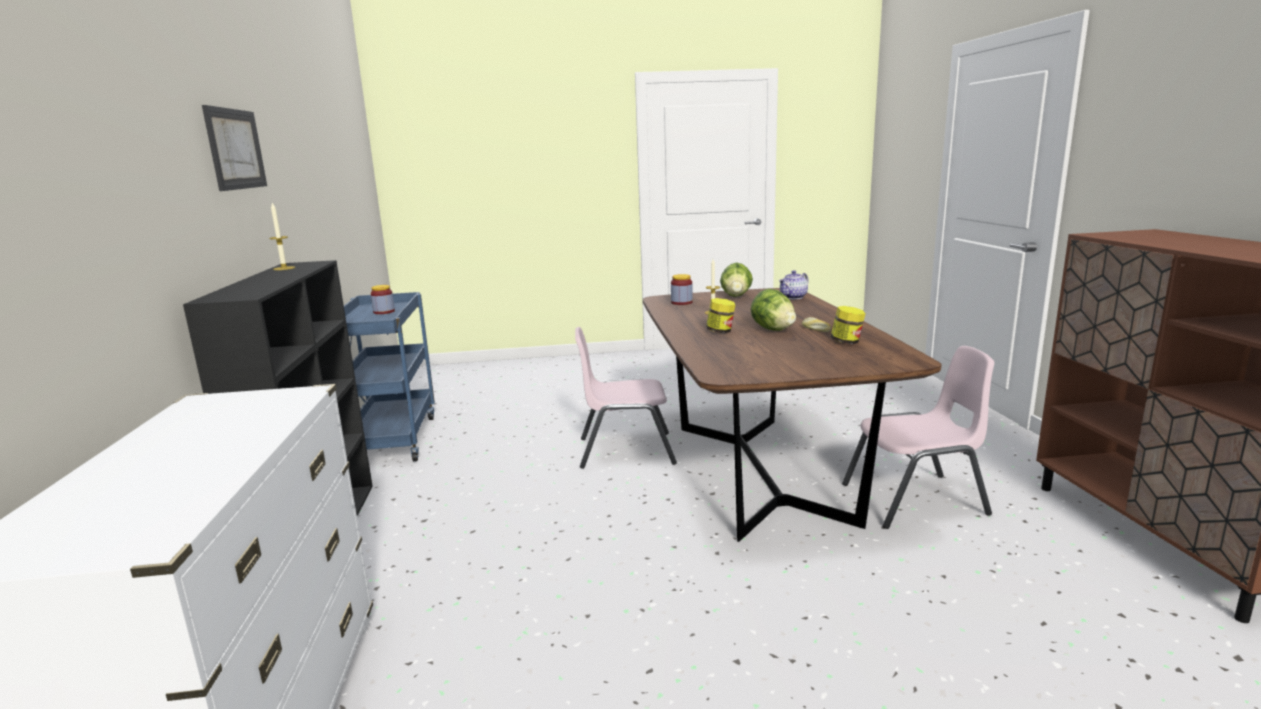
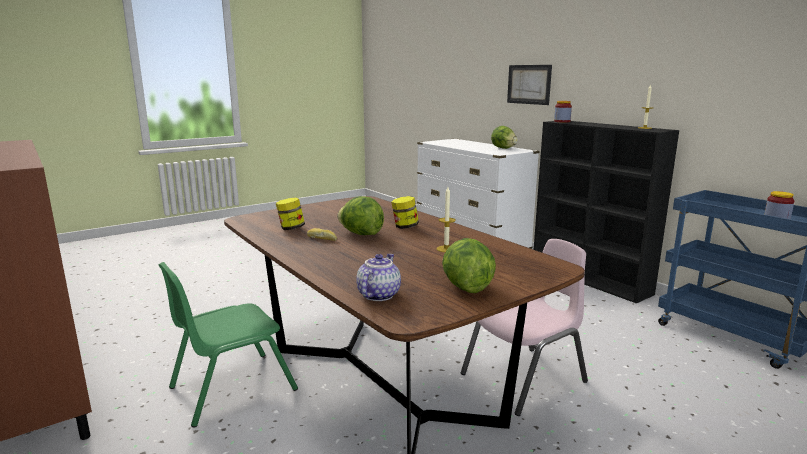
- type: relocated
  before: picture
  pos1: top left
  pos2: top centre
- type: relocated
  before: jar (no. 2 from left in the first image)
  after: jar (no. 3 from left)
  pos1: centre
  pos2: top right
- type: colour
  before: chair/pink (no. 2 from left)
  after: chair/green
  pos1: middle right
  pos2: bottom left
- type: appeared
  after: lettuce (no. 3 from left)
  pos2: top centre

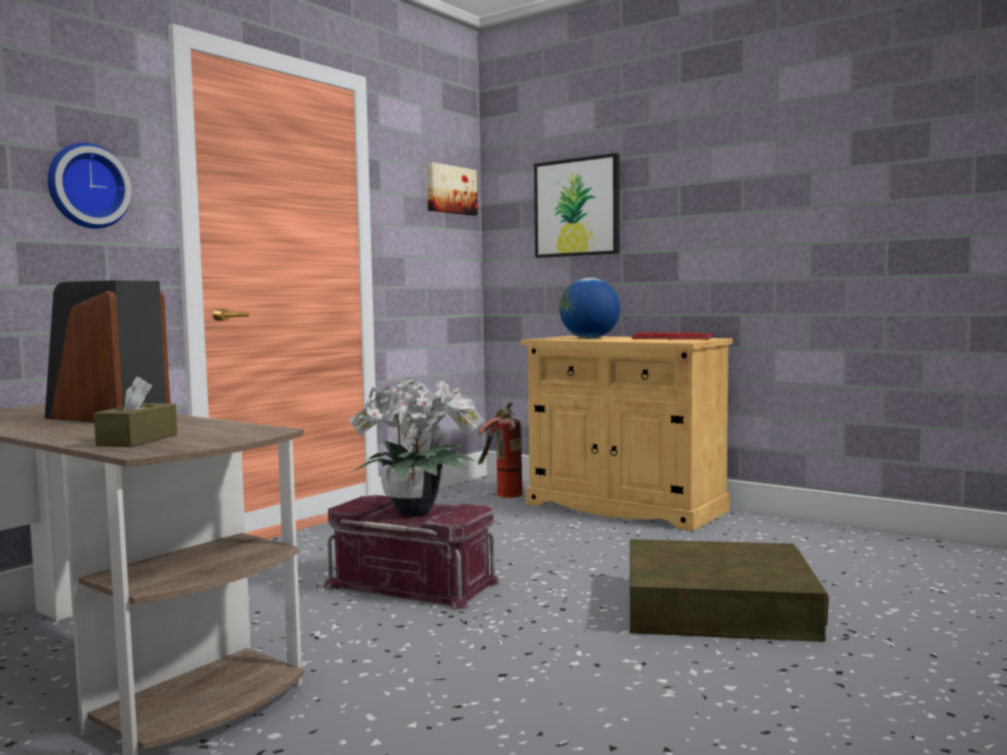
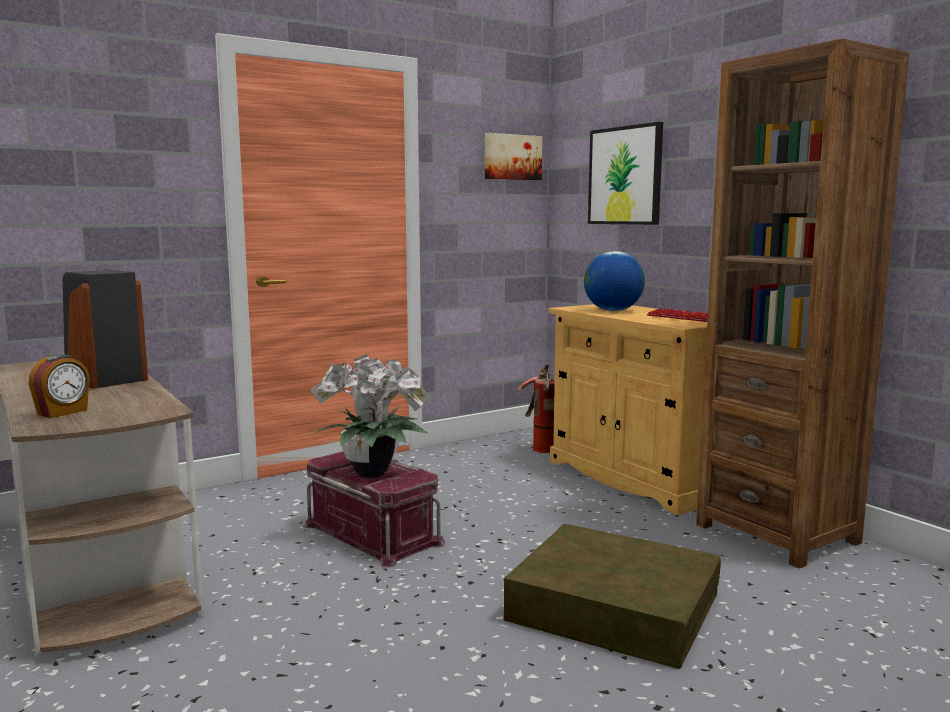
- type: missing
  before: wall clock
  pos1: top left
- type: exchanged
  before: tissue box/brown
  after: alarm clock
  pos1: middle left
  pos2: middle left
- type: appeared
  after: bookcase/brown
  pos2: middle right

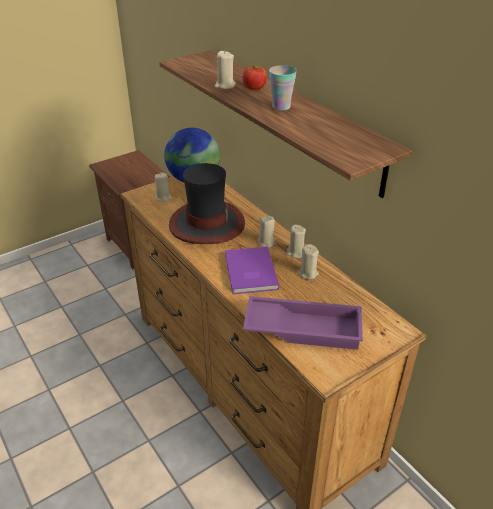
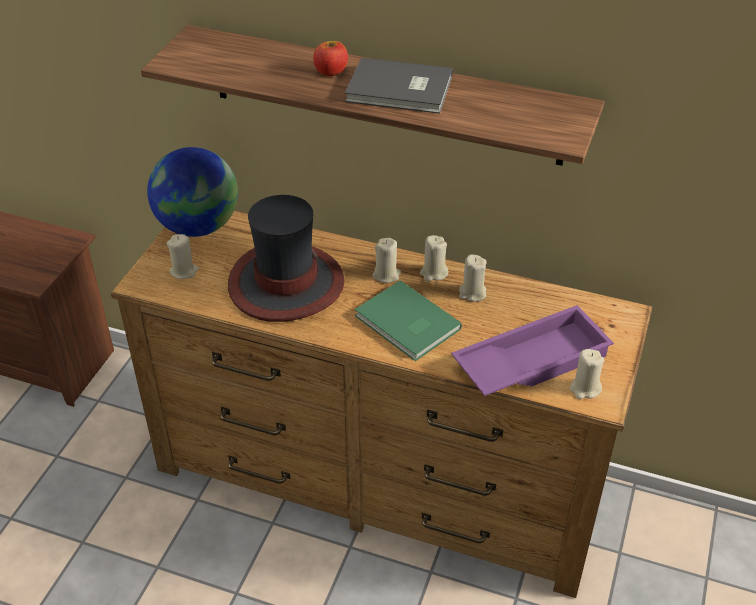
- type: relocated
  before: candle/beige (no. 2 from left in the first image)
  after: candle/beige (no. 5 from left)
  pos1: top centre
  pos2: middle right
- type: exchanged
  before: cup
  after: book/grey
  pos1: top centre
  pos2: top centre
- type: colour
  before: book/purple
  after: book/green
  pos1: centre
  pos2: centre

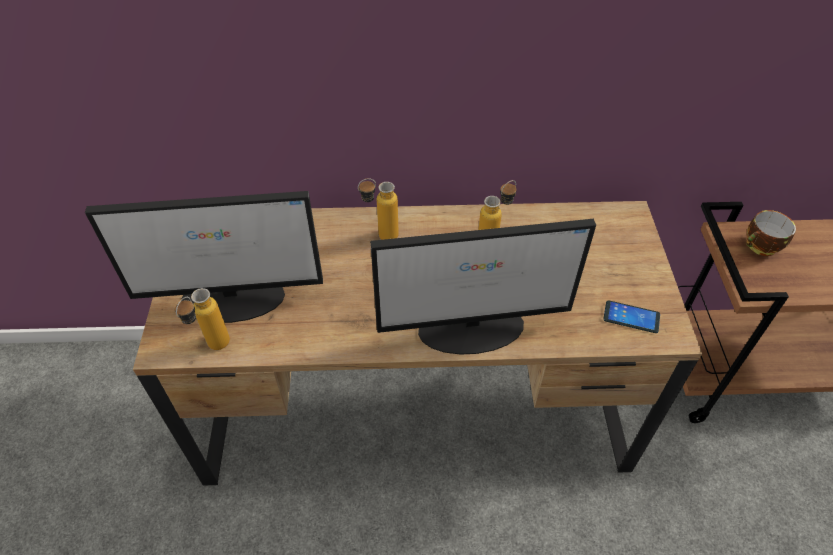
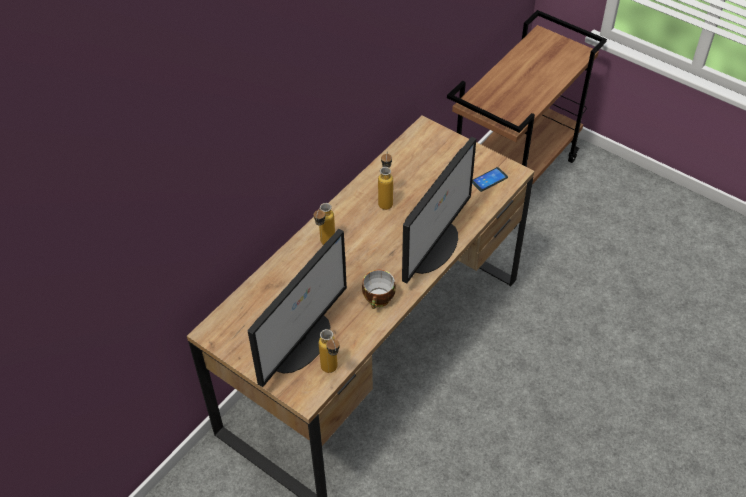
- type: relocated
  before: cup
  pos1: middle right
  pos2: centre

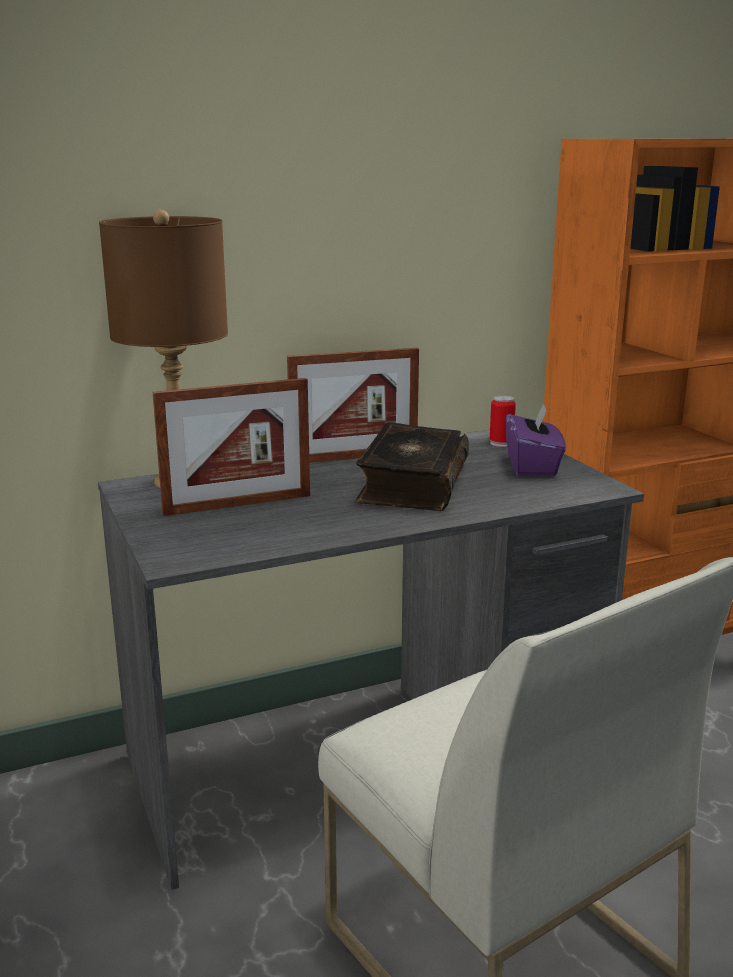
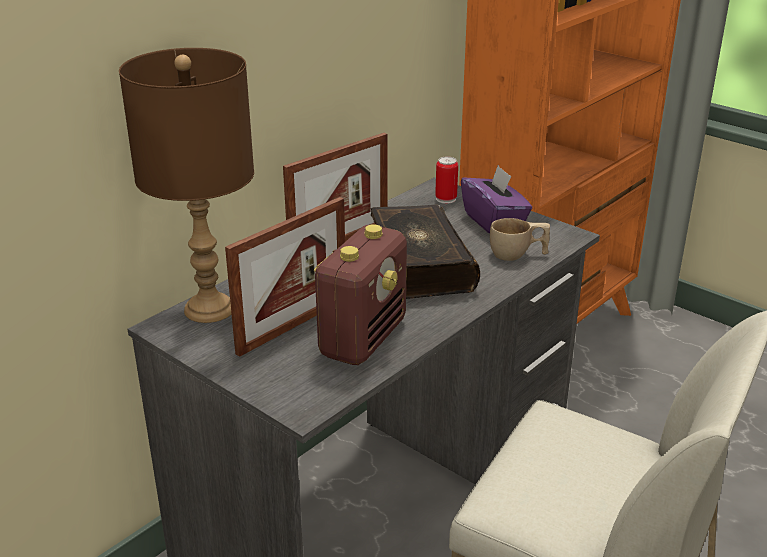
- type: appeared
  after: cup/beige
  pos2: middle right
- type: appeared
  after: radio
  pos2: centre

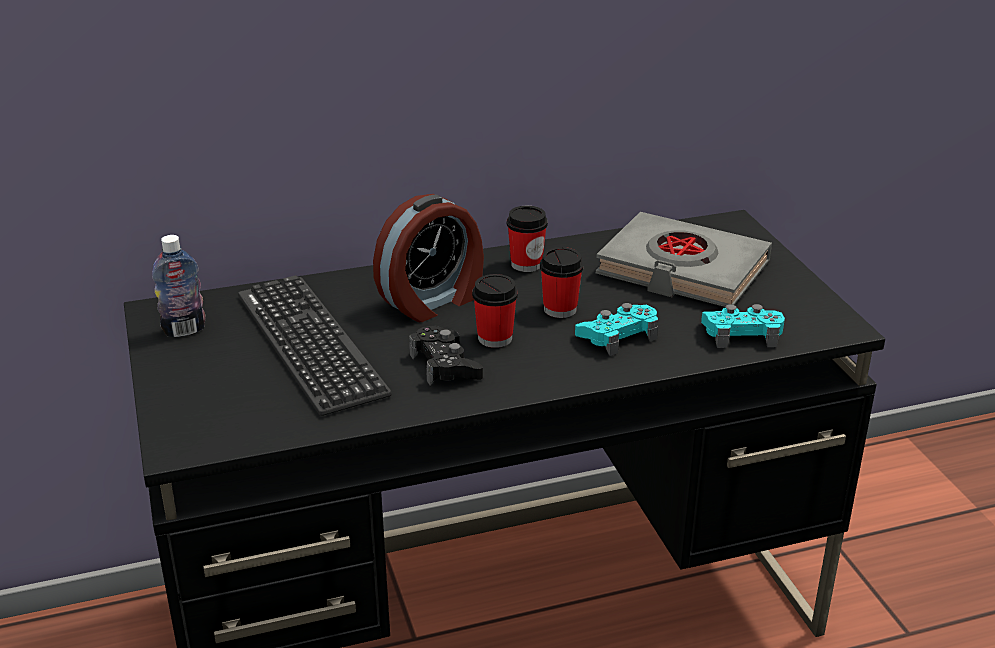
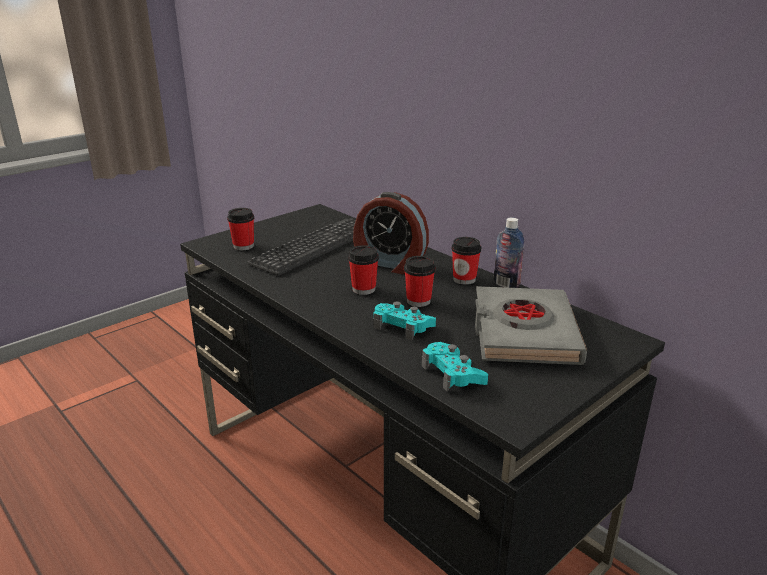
- type: relocated
  before: bottle
  pos1: middle left
  pos2: centre
- type: missing
  before: game controller/black
  pos1: centre
- type: appeared
  after: cup (no. 1 from left)
  pos2: middle left

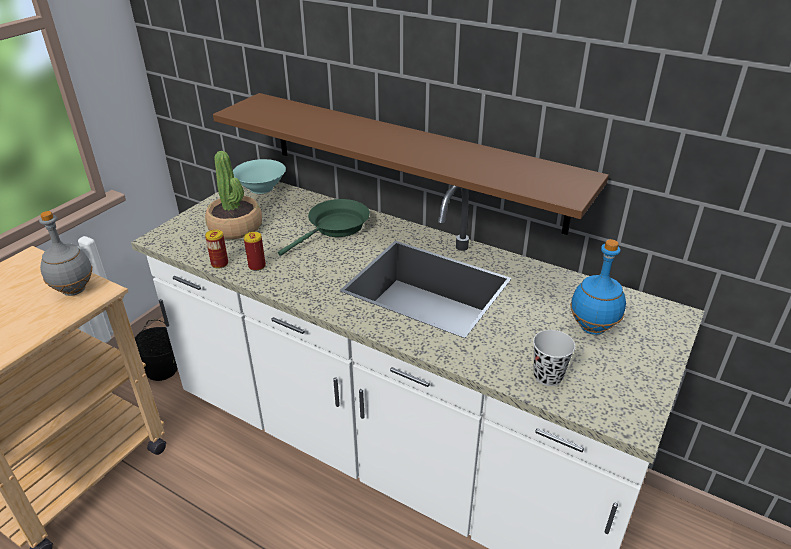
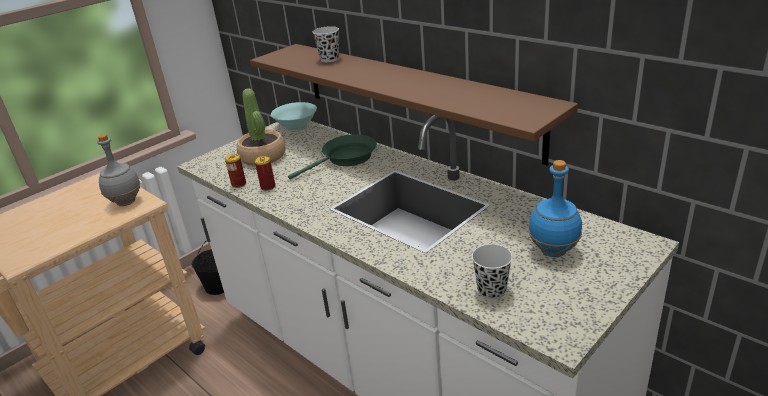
- type: appeared
  after: cup/black (no. 1 from left)
  pos2: top centre

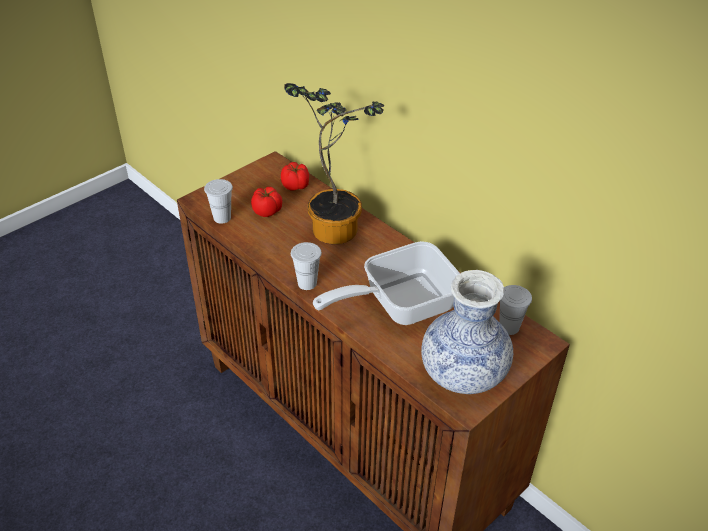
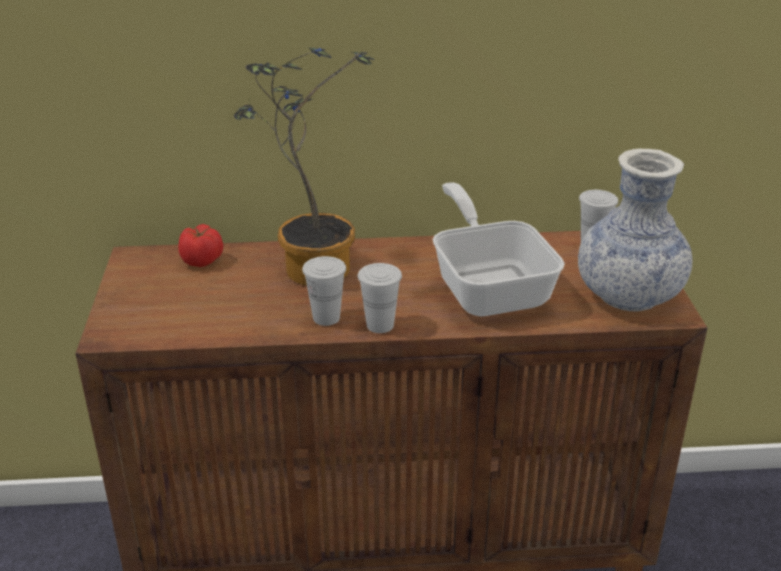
- type: relocated
  before: cup/white (no. 1 from left)
  pos1: middle left
  pos2: centre
- type: missing
  before: tomato (no. 1 from left)
  pos1: centre
- type: spun
  before: frying pan
  pos1: centre
  pos2: centre
  turn: 150

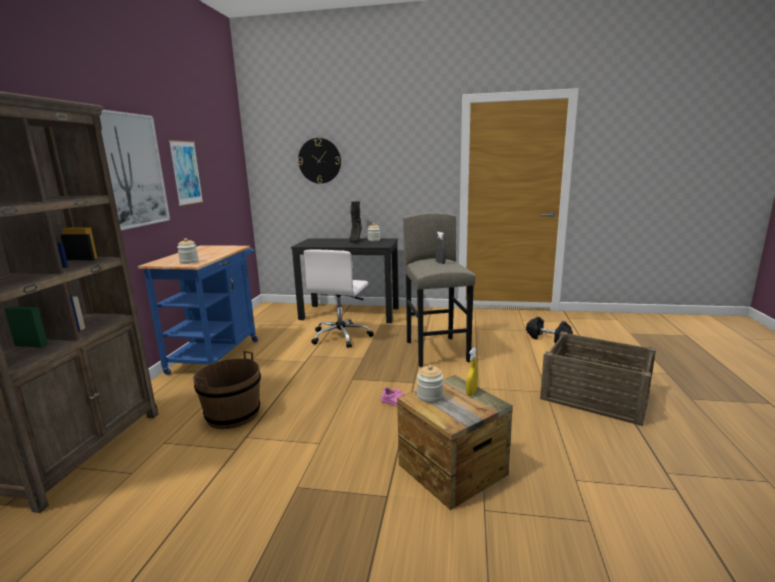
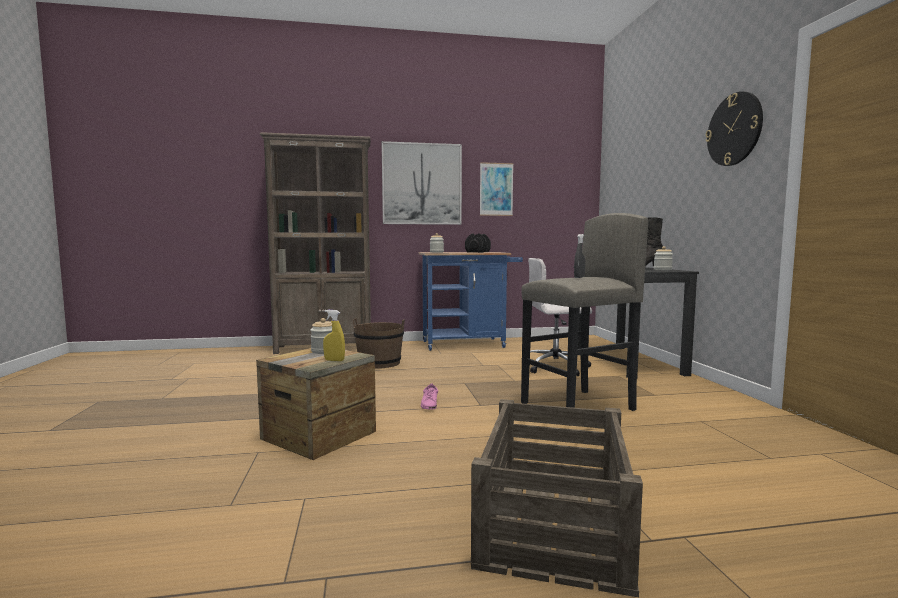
- type: relocated
  before: wall clock
  pos1: top centre
  pos2: top right
- type: relocated
  before: dumbbell/black
  pos1: middle right
  pos2: centre

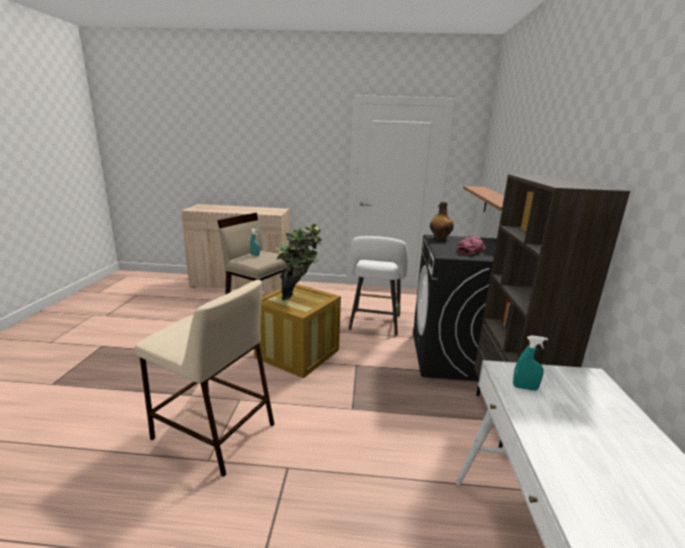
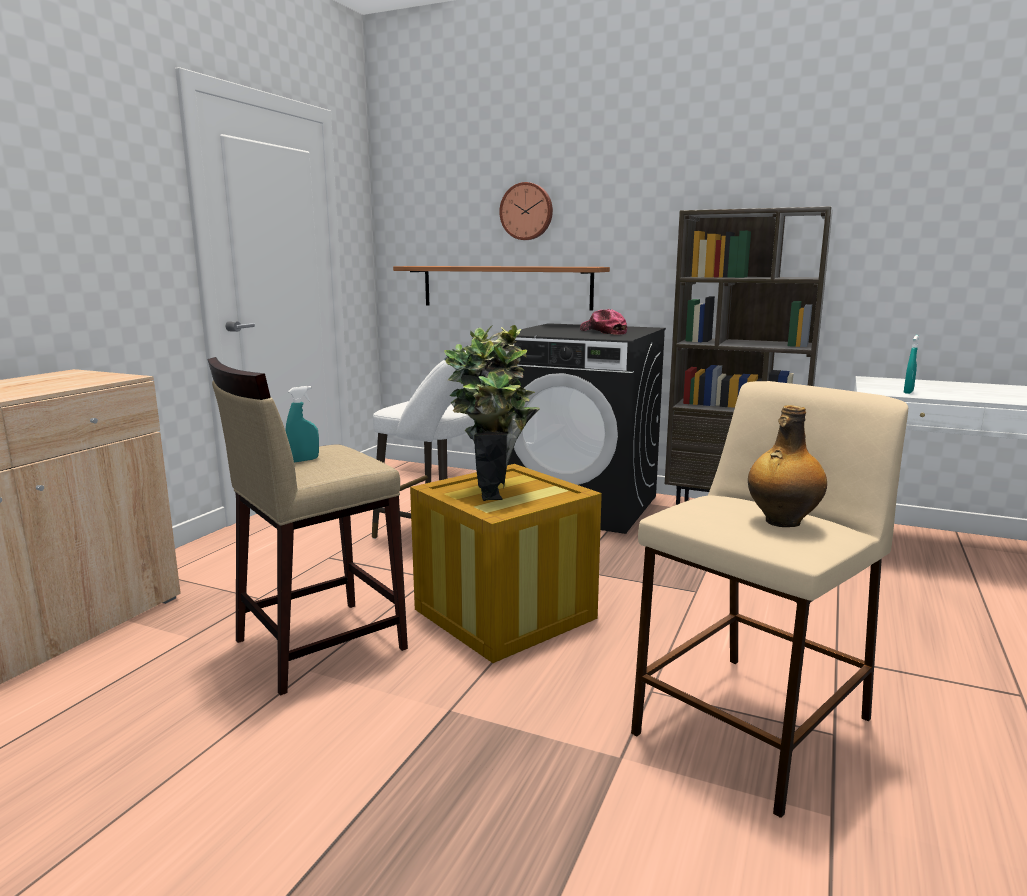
- type: relocated
  before: bottle
  pos1: centre
  pos2: middle right
- type: appeared
  after: wall clock
  pos2: top centre

